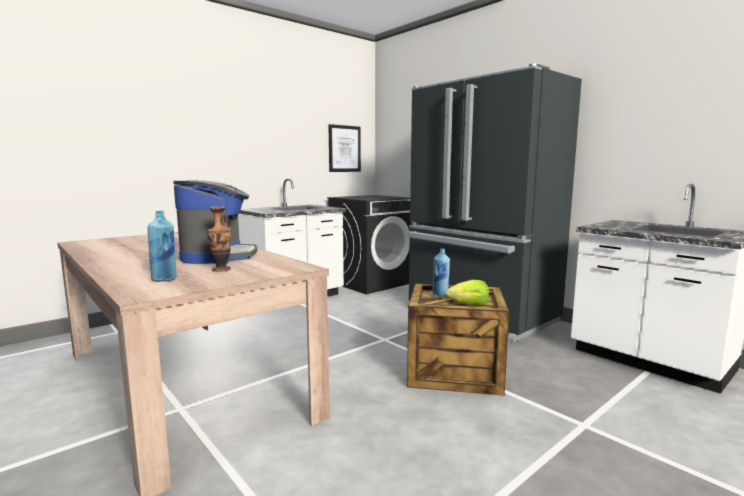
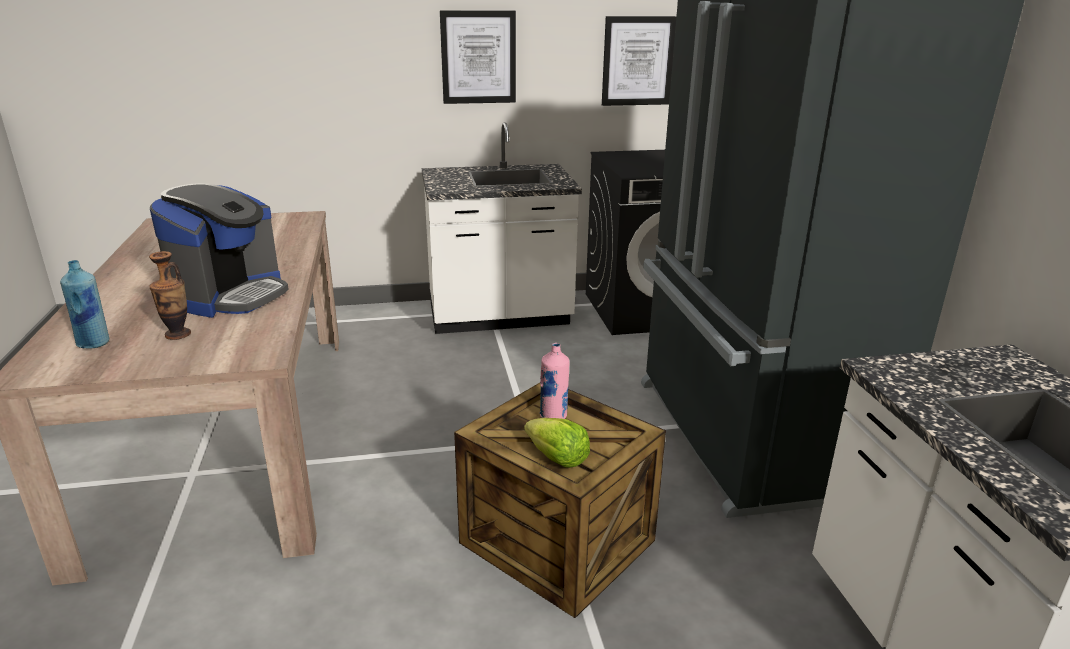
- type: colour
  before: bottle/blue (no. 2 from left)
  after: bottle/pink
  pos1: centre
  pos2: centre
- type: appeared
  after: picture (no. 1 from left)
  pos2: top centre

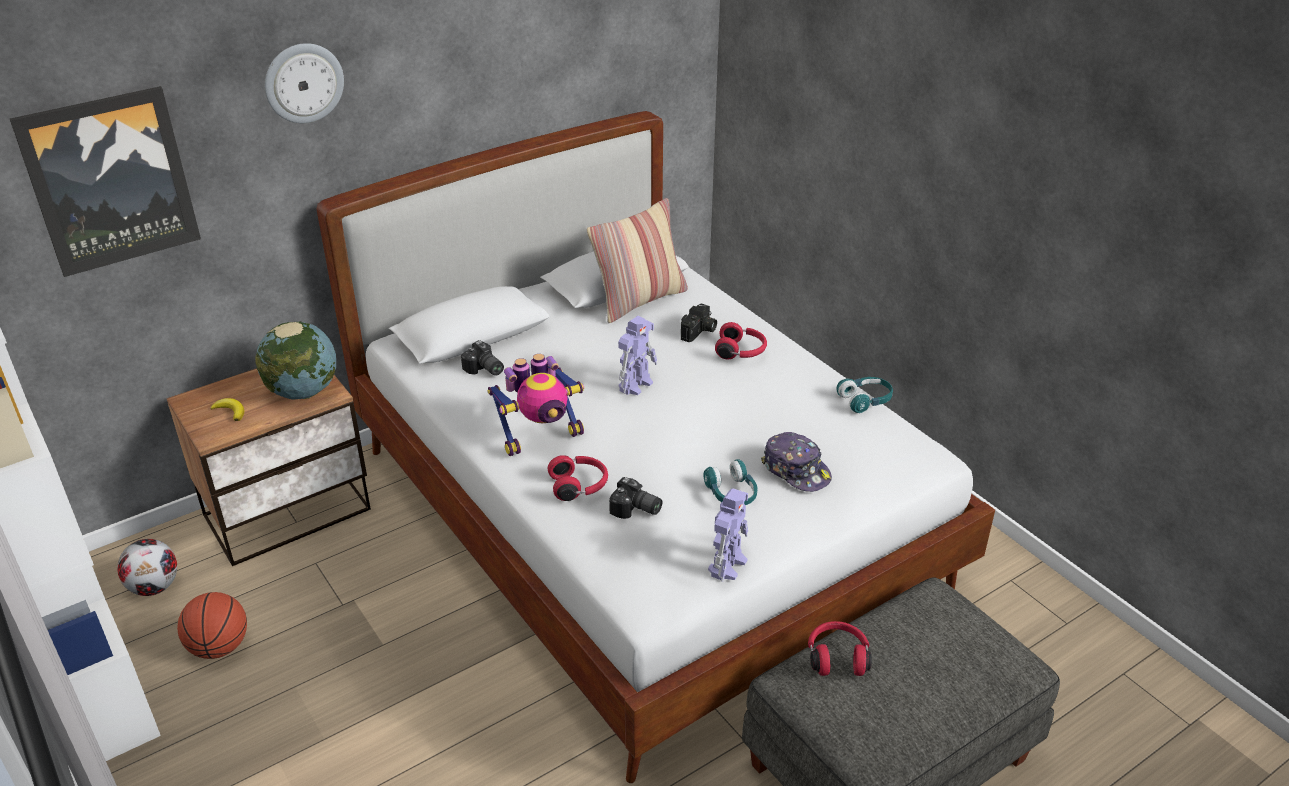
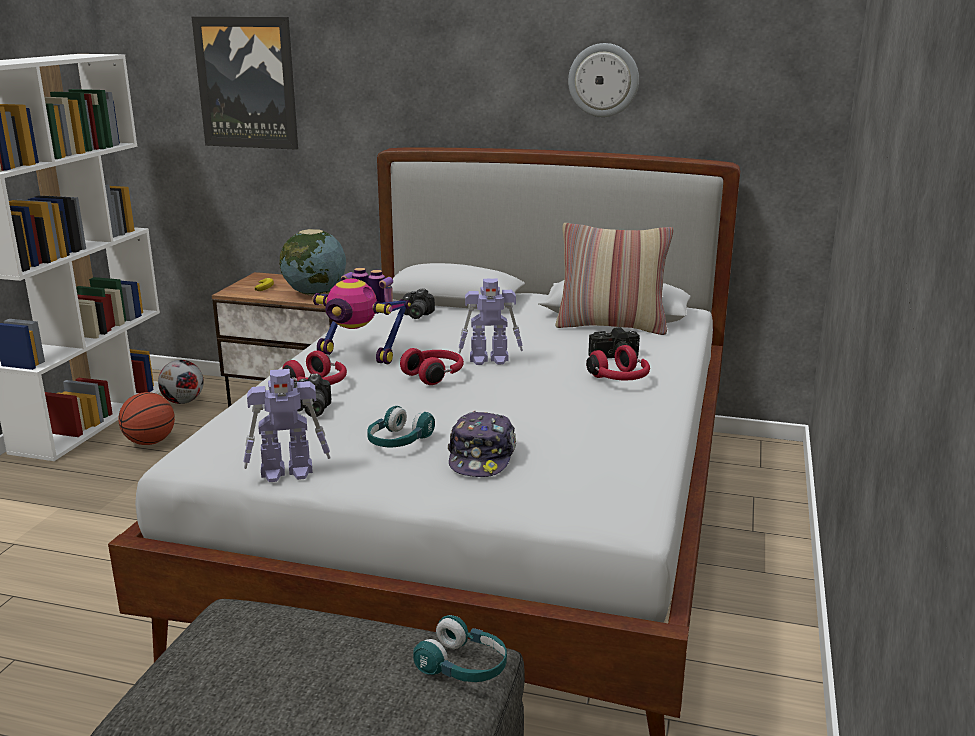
- type: relocated
  before: wall clock
  pos1: top left
  pos2: top centre
- type: relocated
  before: headphones/turquoise (no. 2 from left)
  pos1: middle right
  pos2: bottom centre
- type: relocated
  before: headphones/red (no. 3 from left in the first image)
  after: headphones/red (no. 2 from left)
  pos1: bottom centre
  pos2: centre

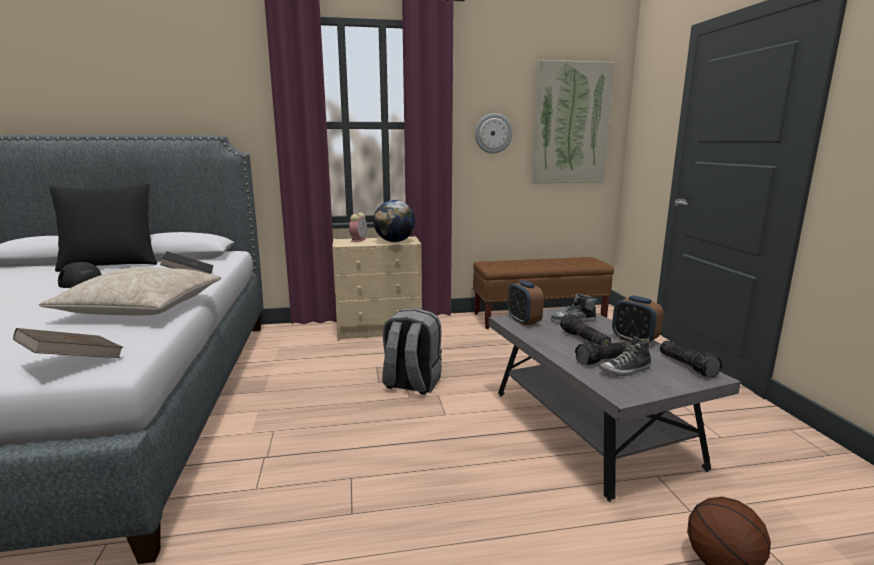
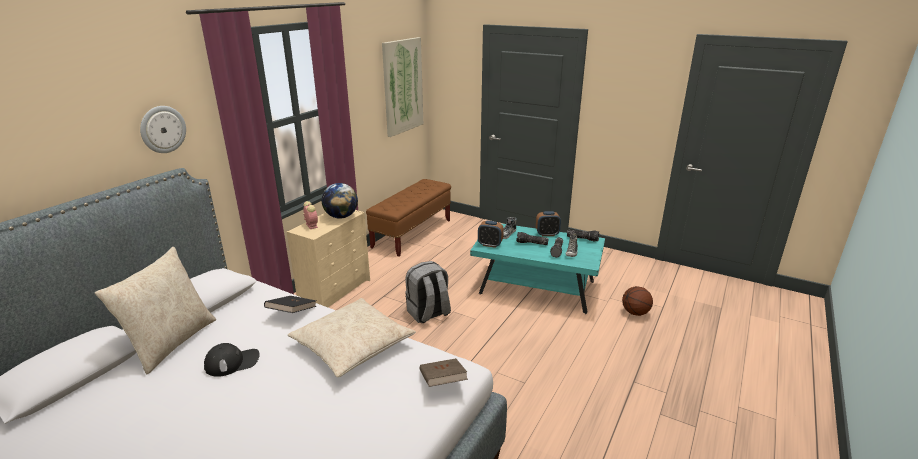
- type: relocated
  before: wall clock
  pos1: top centre
  pos2: top left
- type: colour
  before: pillow/black
  after: pillow/beige (no. 1 from left)
  pos1: middle left
  pos2: bottom left
- type: colour
  before: coffee table/grey
  after: coffee table/turquoise
  pos1: bottom right
  pos2: centre

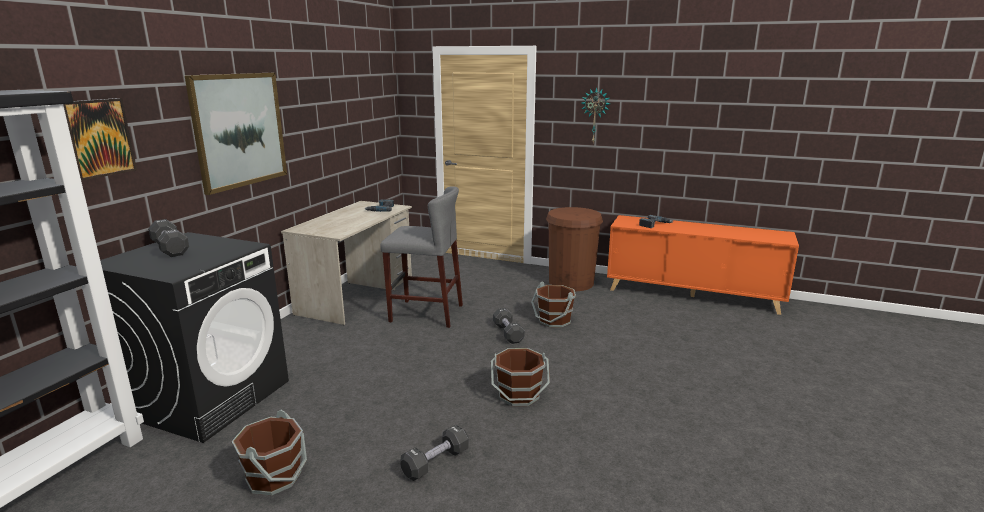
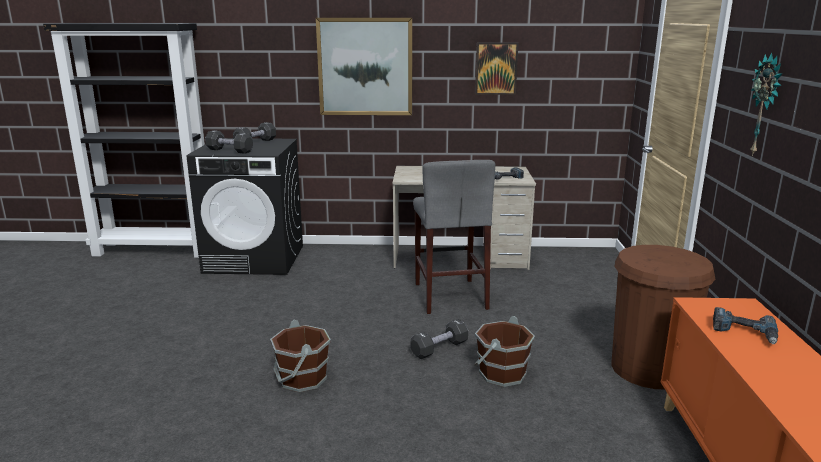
- type: relocated
  before: picture (no. 1 from left in the first image)
  after: picture (no. 2 from left)
  pos1: top left
  pos2: top centre
- type: missing
  before: bucket/brown (no. 1 from left)
  pos1: bottom left
- type: relocated
  before: dumbbell/black (no. 2 from left in the first image)
  after: dumbbell/black (no. 1 from left)
  pos1: bottom centre
  pos2: top left

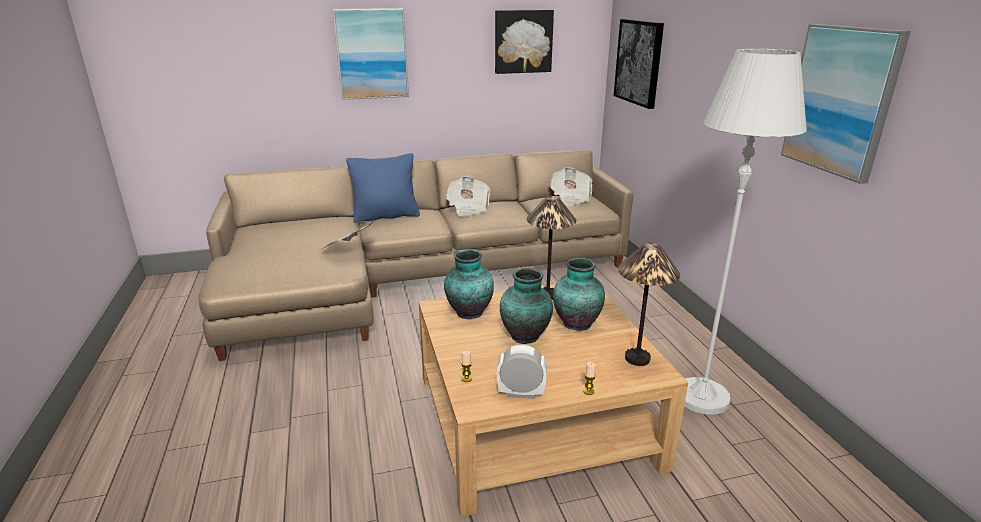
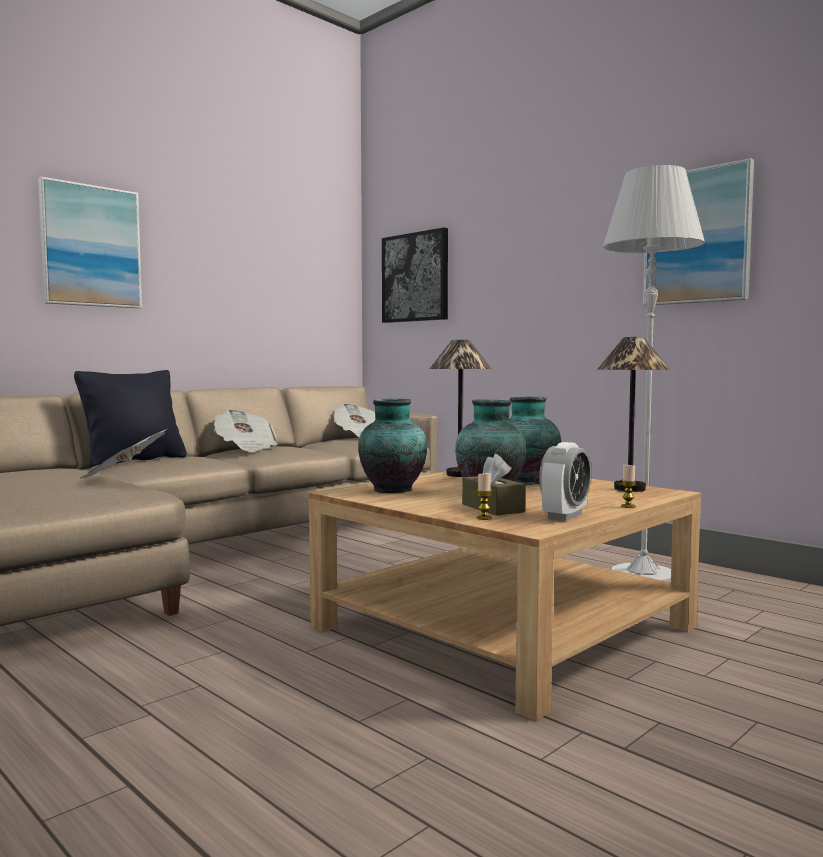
- type: missing
  before: picture (no. 2 from left)
  pos1: top centre
- type: colour
  before: pillow/blue
  after: pillow/black
  pos1: centre
  pos2: middle left
- type: spun
  before: alarm clock
  pos1: bottom centre
  pos2: middle right
  turn: 150
- type: appeared
  after: tissue box/brown
  pos2: centre

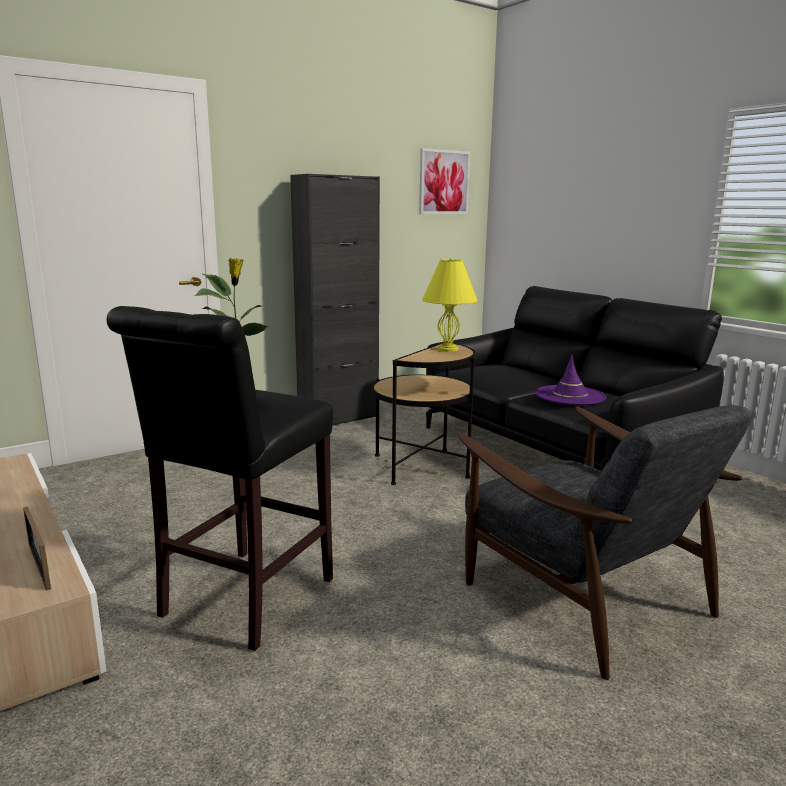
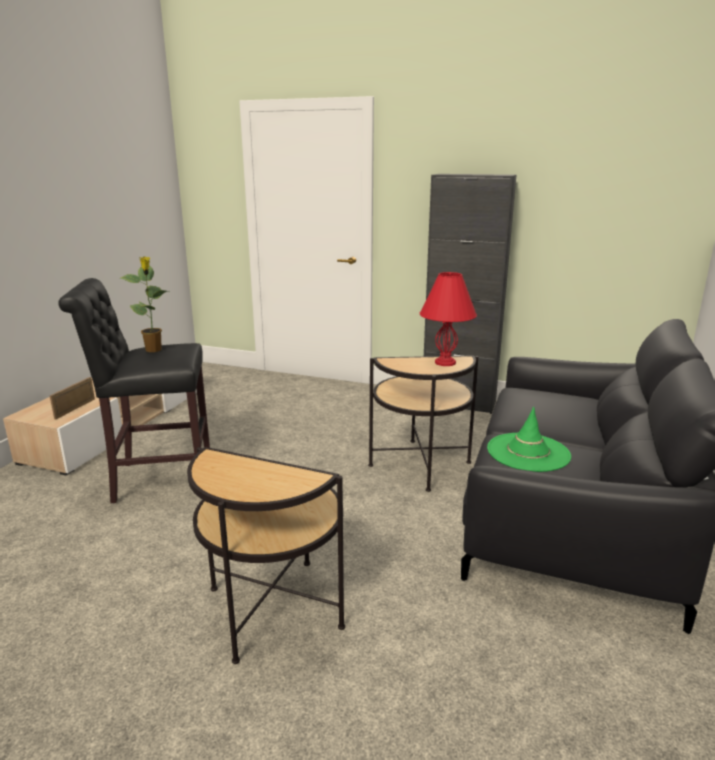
- type: missing
  before: picture
  pos1: top centre
- type: colour
  before: table lamp/yellow
  after: table lamp/red
  pos1: centre
  pos2: centre
- type: colour
  before: hat/purple
  after: hat/green
  pos1: middle right
  pos2: middle right
- type: exchanged
  before: armchair/grey
  after: side table (no. 1 from left)
  pos1: bottom right
  pos2: bottom centre

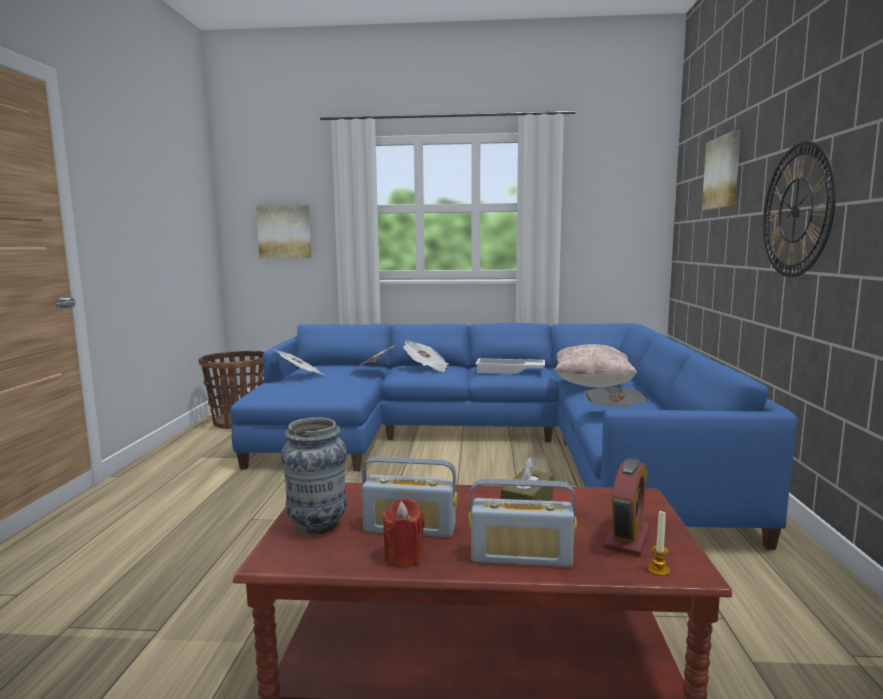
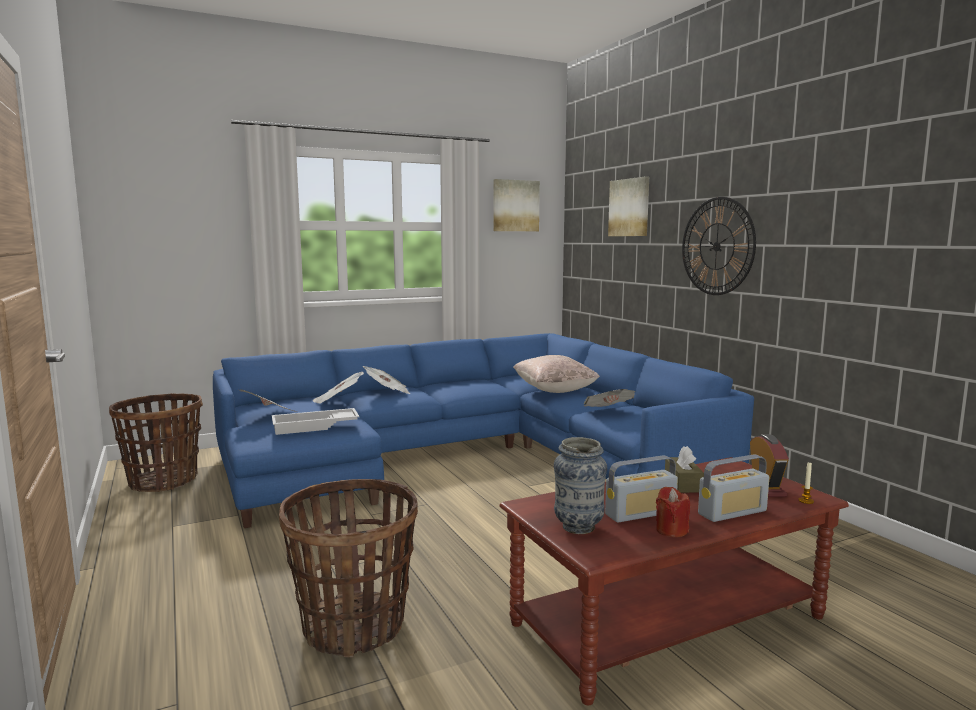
- type: relocated
  before: picture (no. 1 from left)
  pos1: top left
  pos2: top centre
- type: relocated
  before: tray/white
  pos1: centre
  pos2: middle left
- type: appeared
  after: basket (no. 2 from left)
  pos2: bottom centre

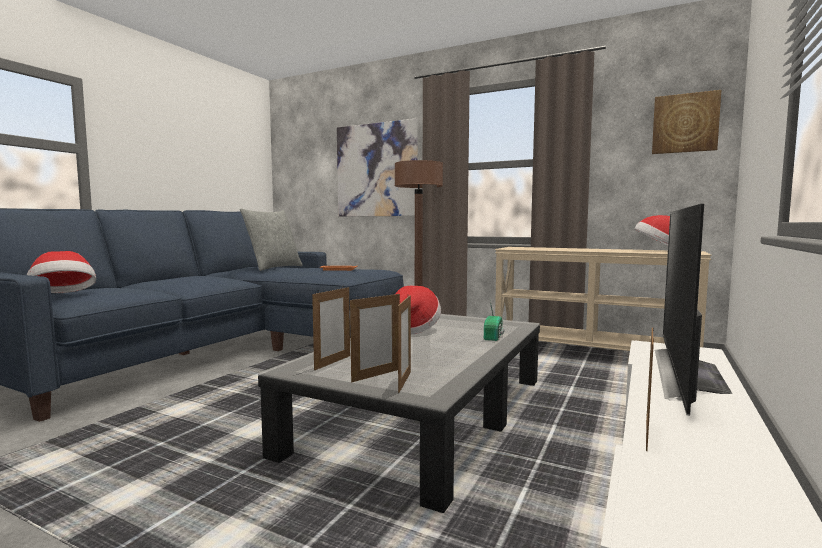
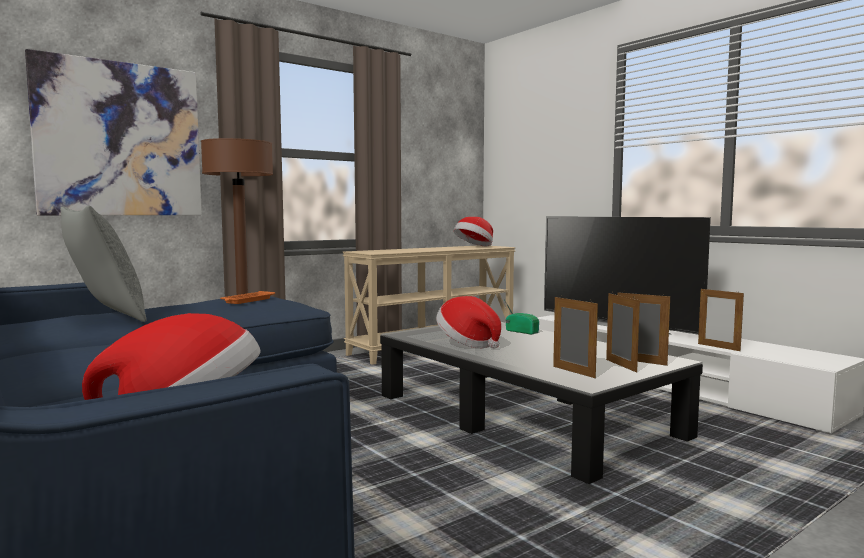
- type: missing
  before: picture (no. 2 from left)
  pos1: top right

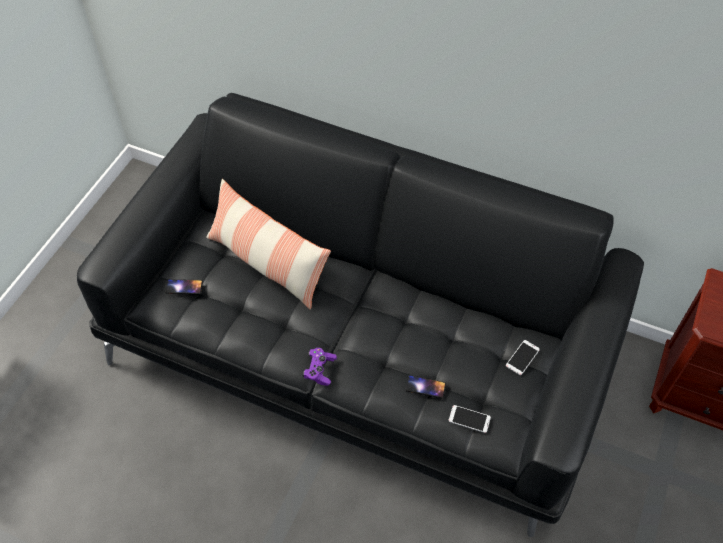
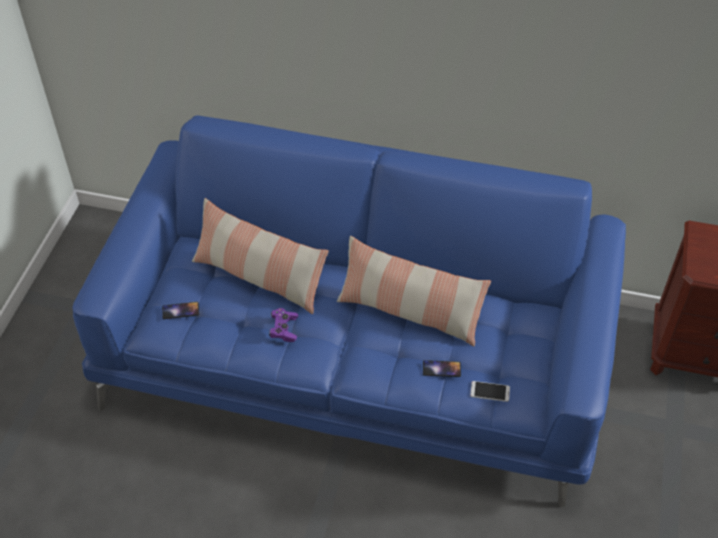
- type: colour
  before: sofa/black
  after: sofa/blue
  pos1: centre
  pos2: centre
- type: missing
  before: phone (no. 4 from left)
  pos1: middle right
- type: relocated
  before: game controller/purple
  pos1: bottom centre
  pos2: centre
- type: appeared
  after: pillow (no. 2 from left)
  pos2: centre

